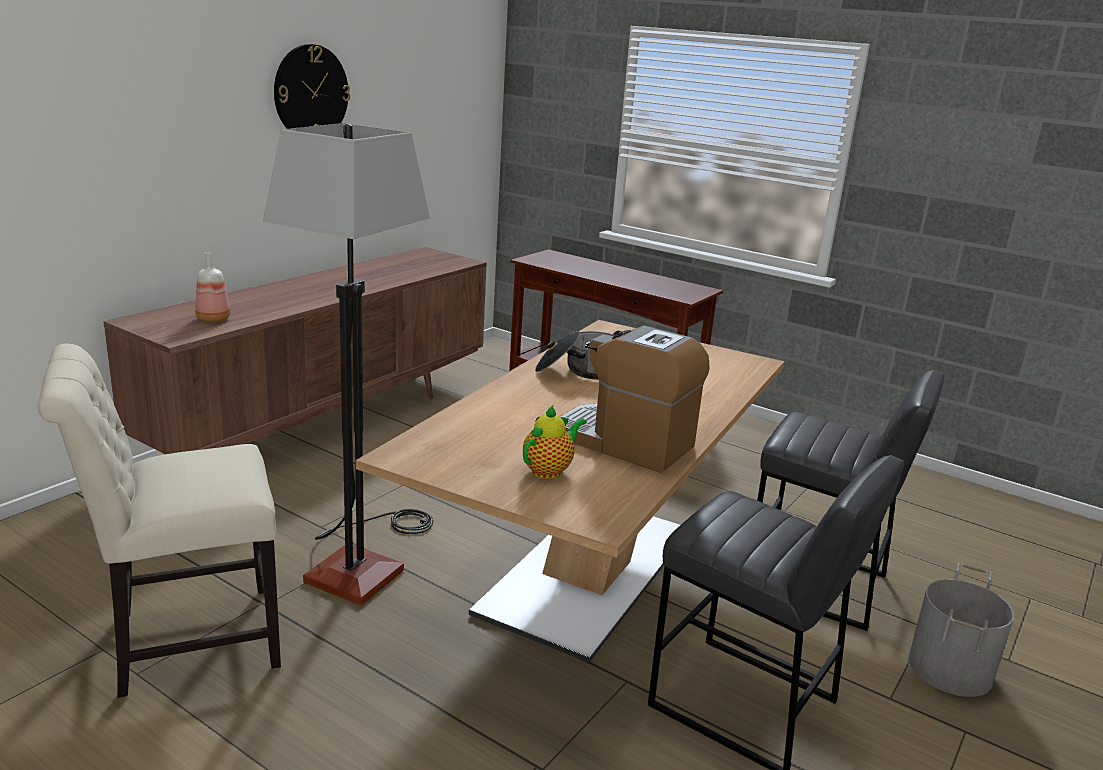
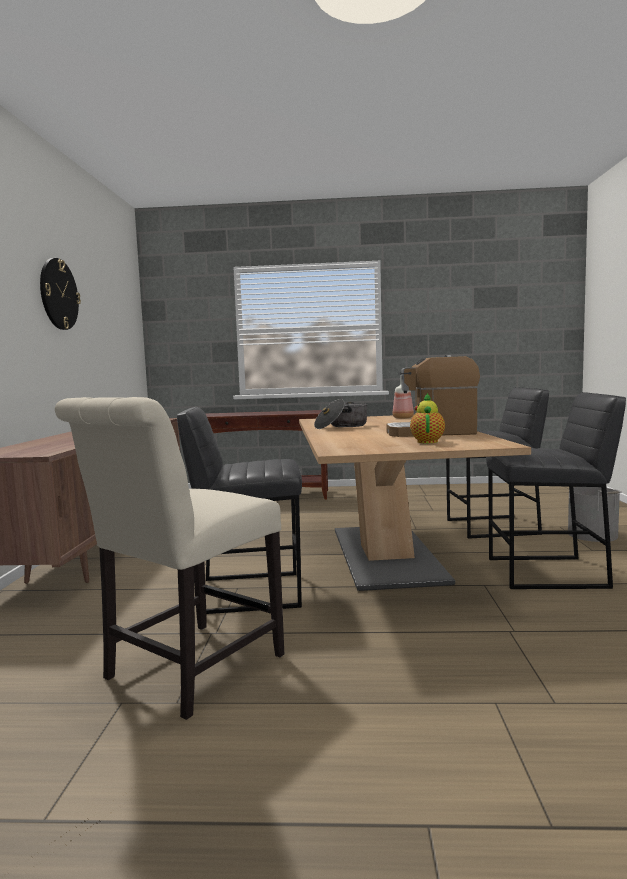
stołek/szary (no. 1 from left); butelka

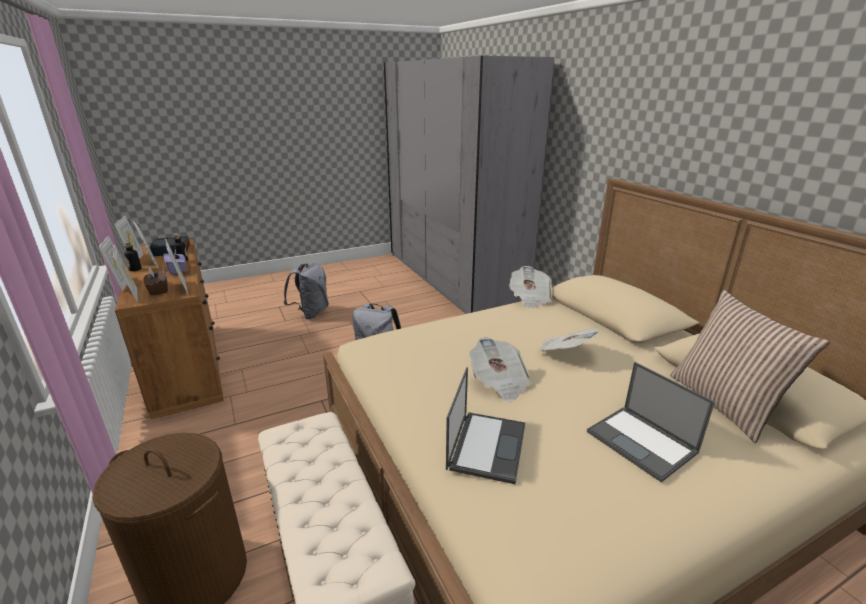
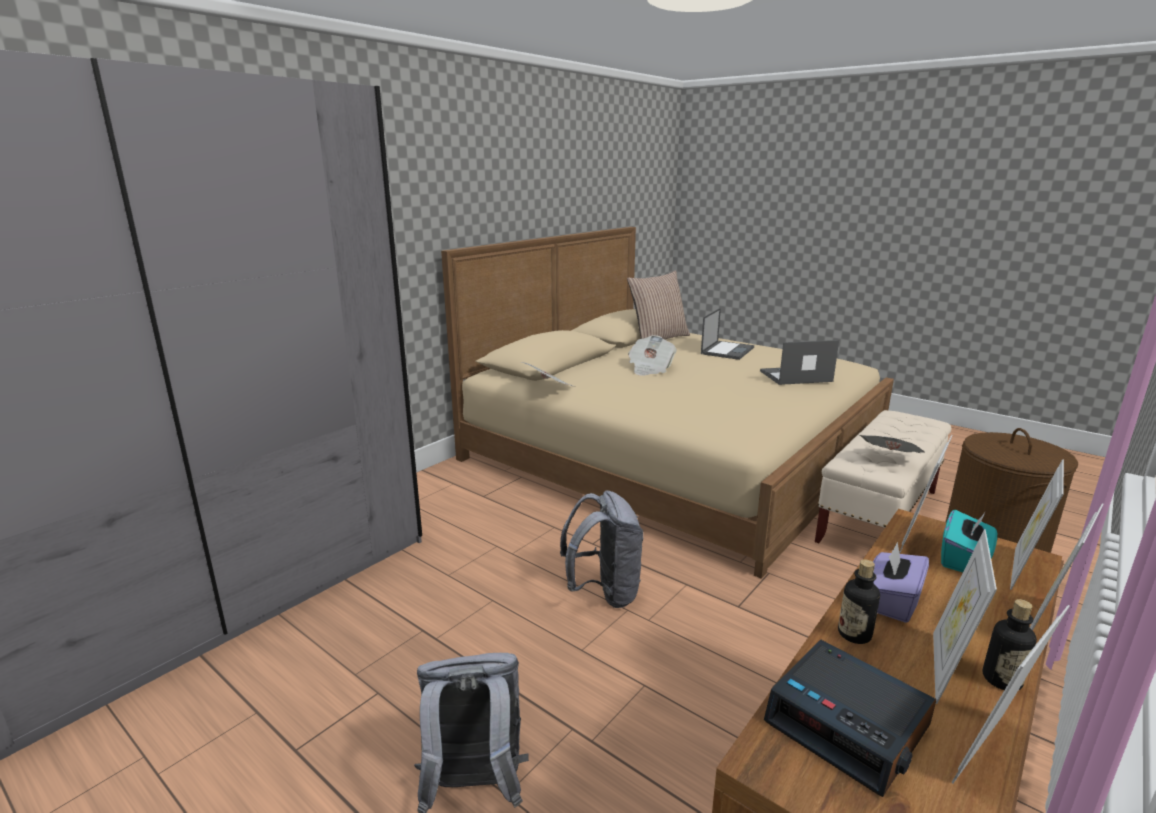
pudełko chusteczek/turkusowy; gazeta (no. 3 from left)

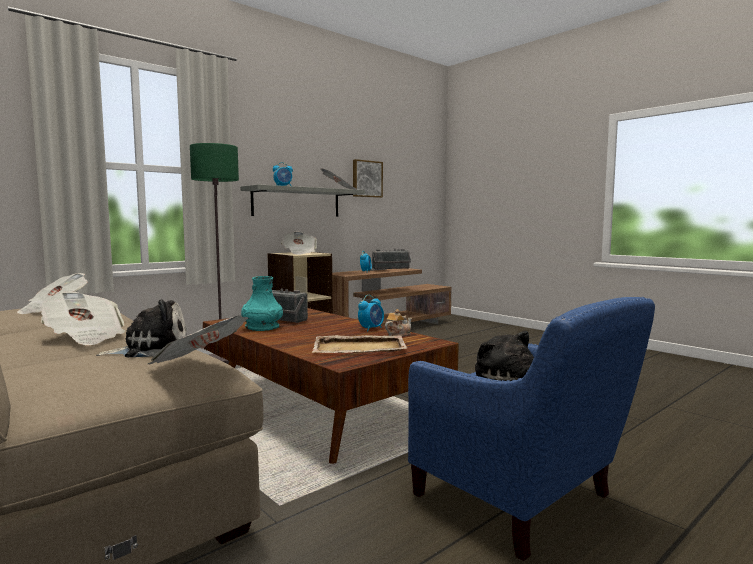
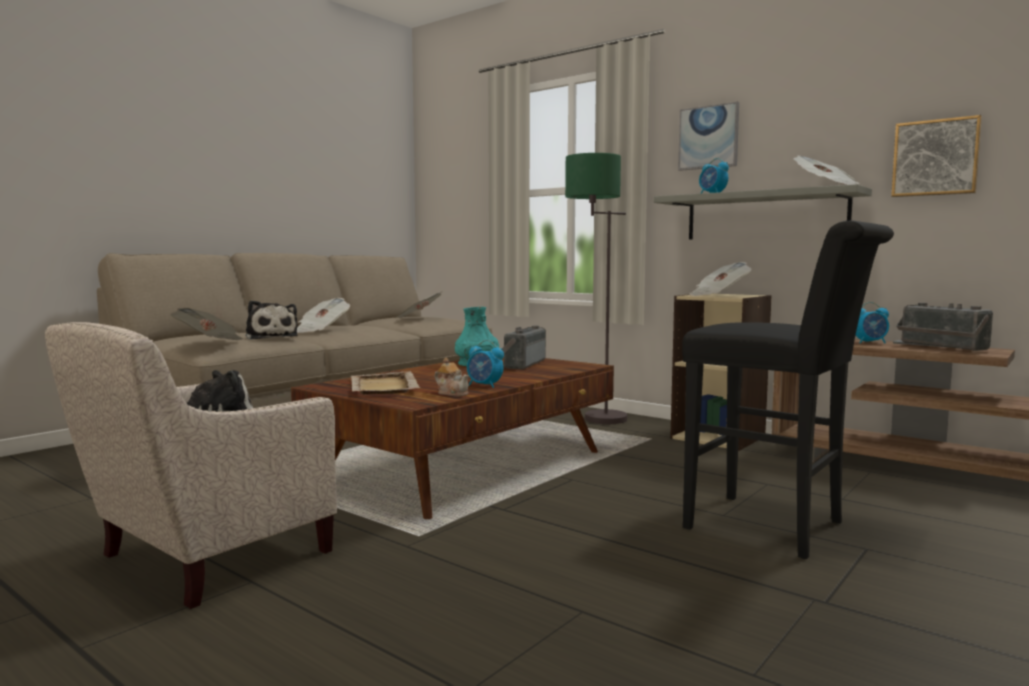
fotel/beżowy; obraz (no. 1 from left); stołek/czarny

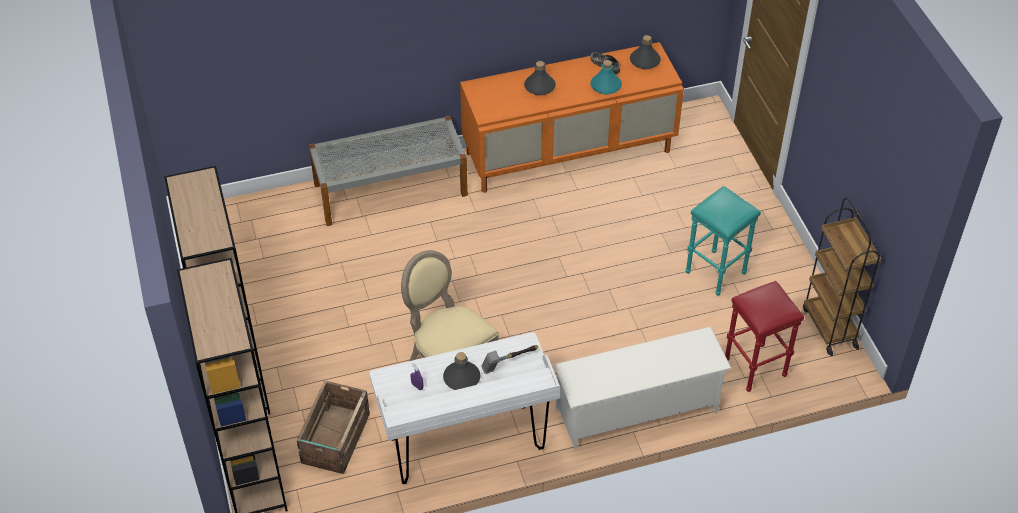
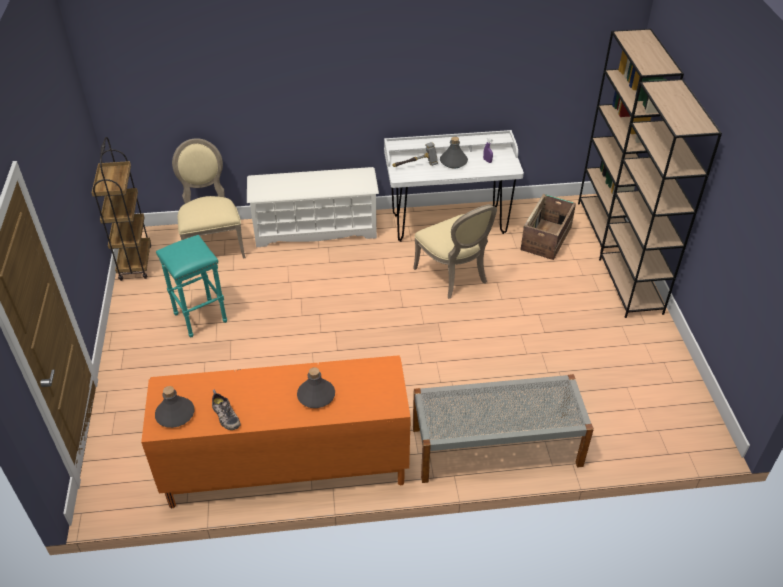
butelka/turkusowy; krzesło/beżowy (no. 1 from left)

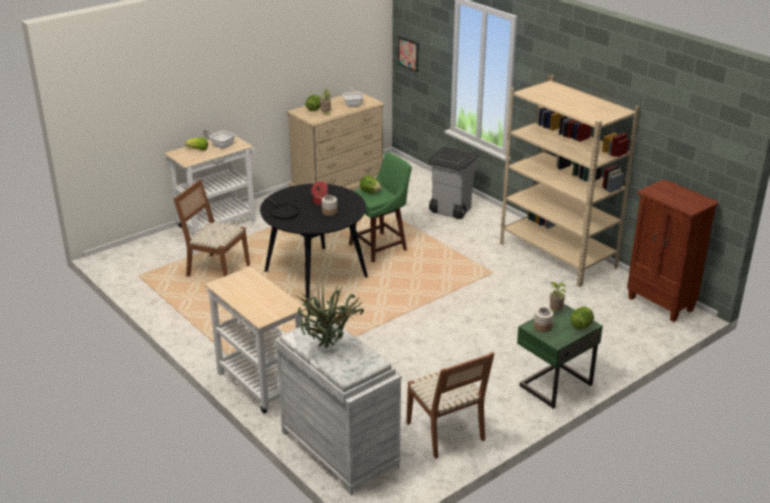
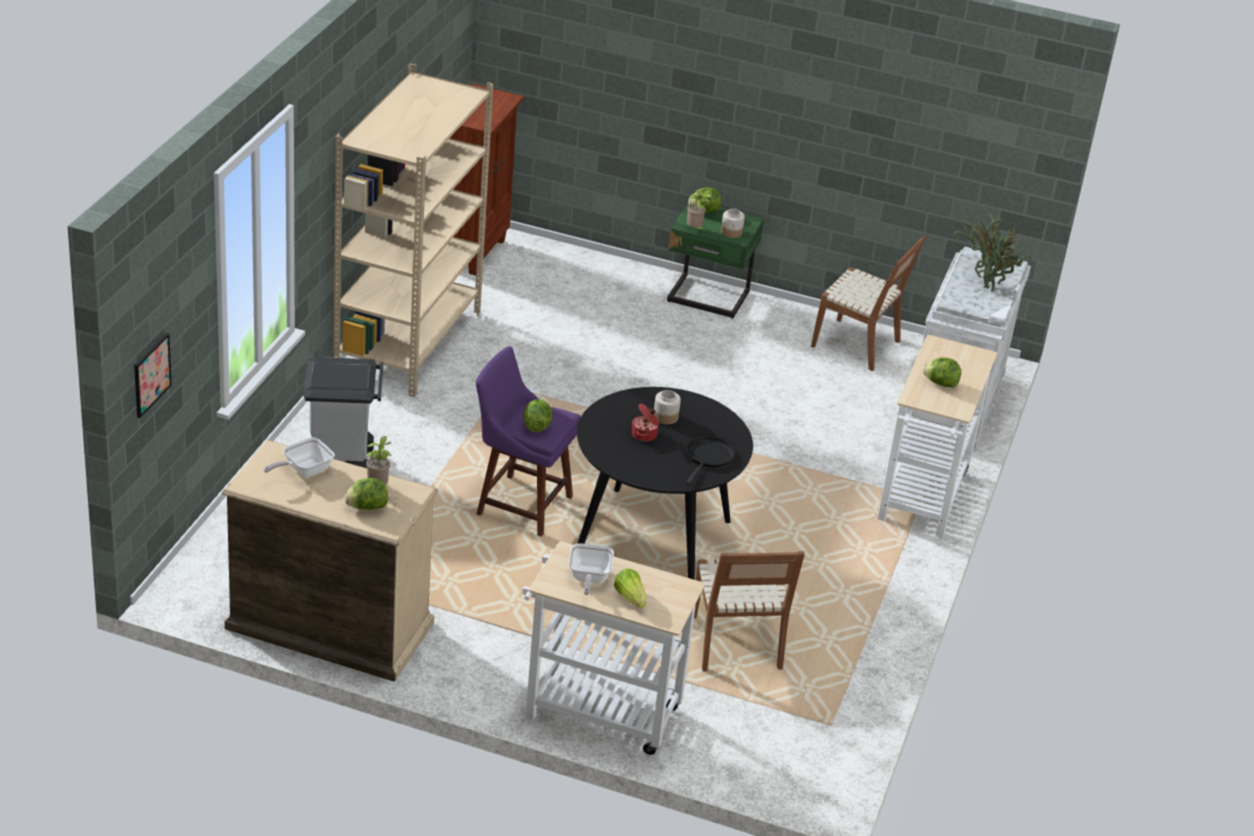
stołek/fioletowy; krzesło (no. 2 from left); sałata (no. 5 from left)

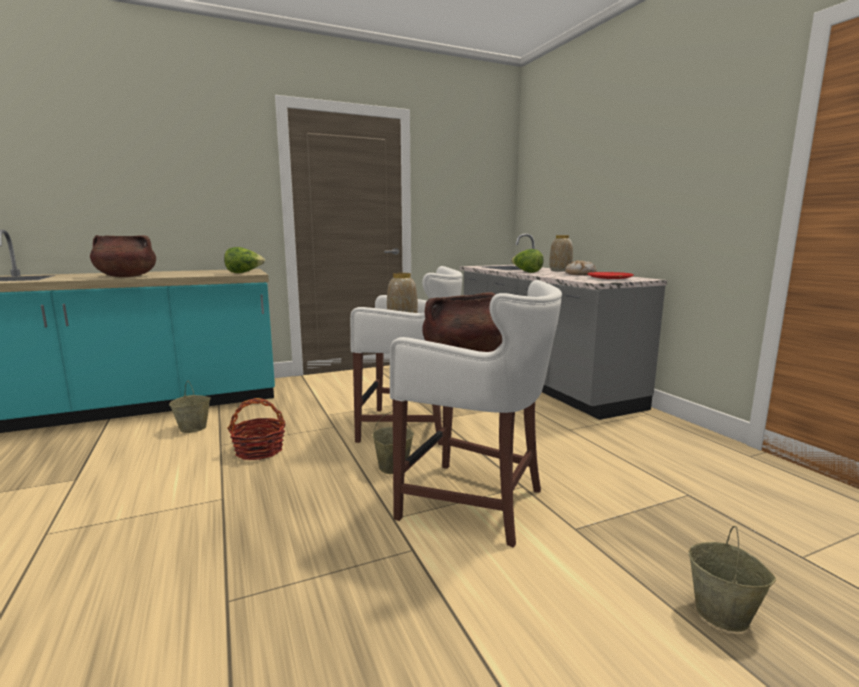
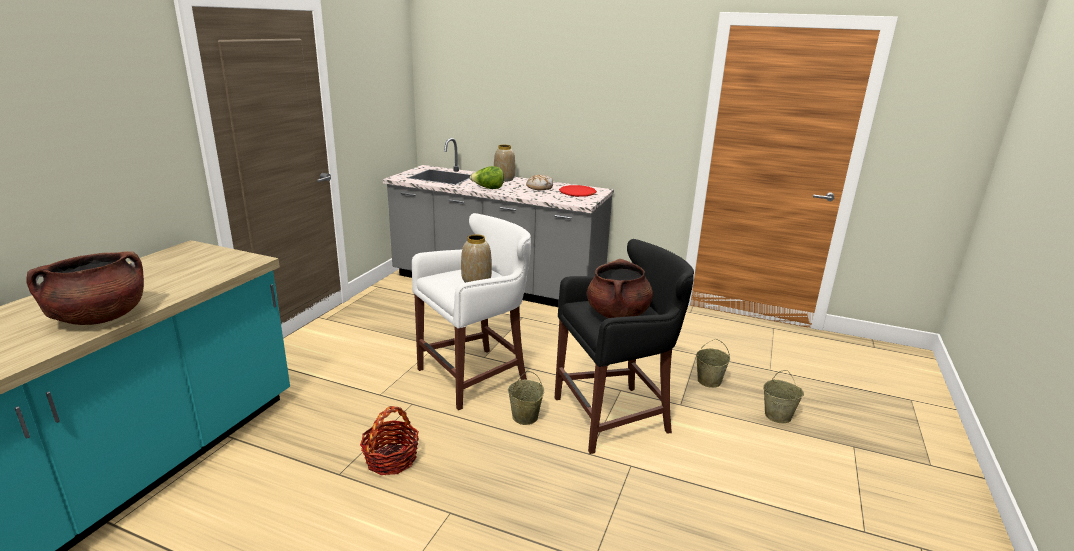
sałata (no. 1 from left in the first image); stołek/czarny; wiadro/beżowy (no. 2 from left)

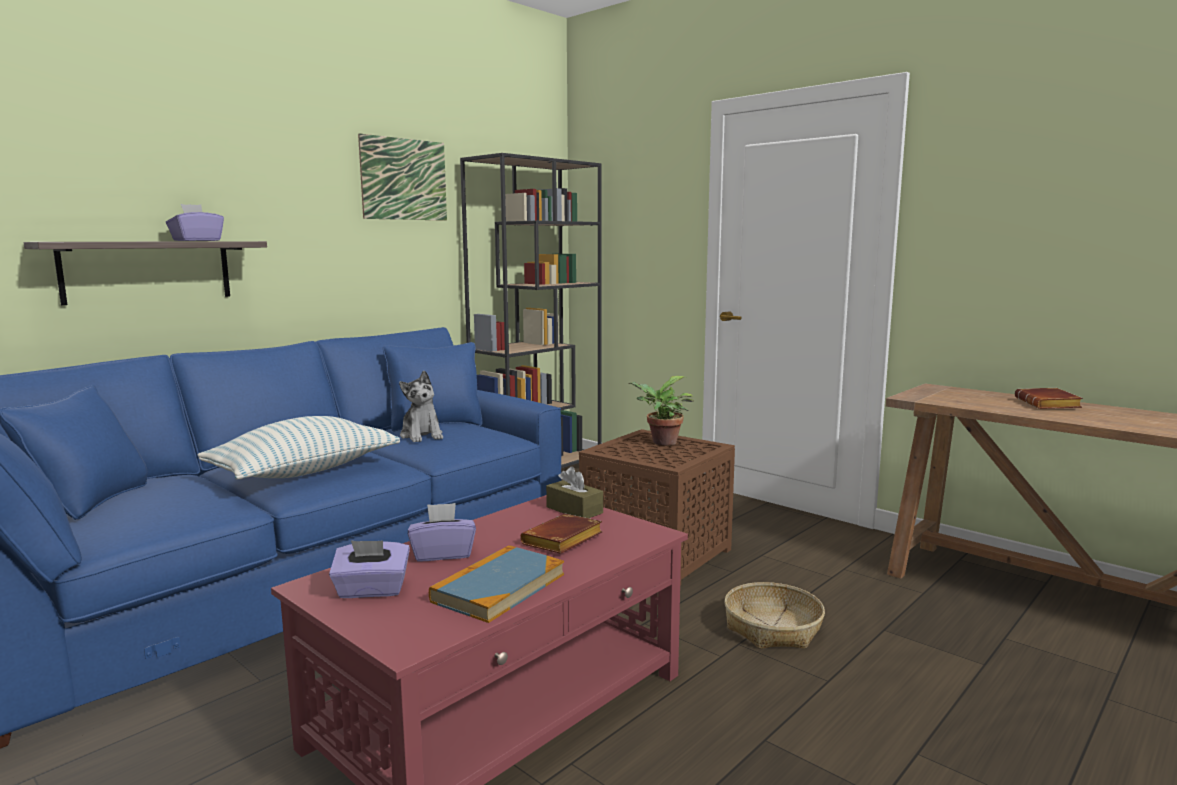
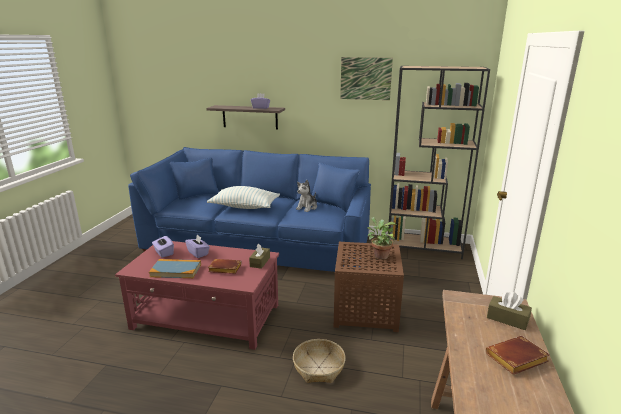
pudełko chusteczek/brązowy (no. 2 from left)

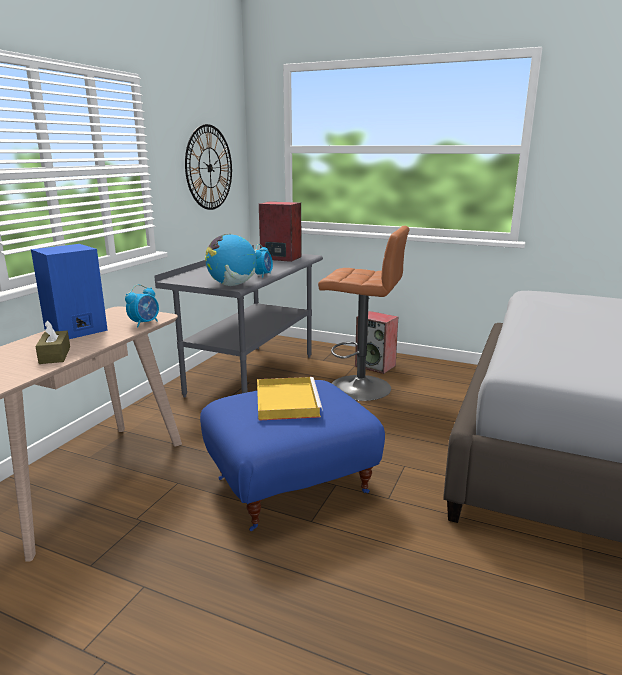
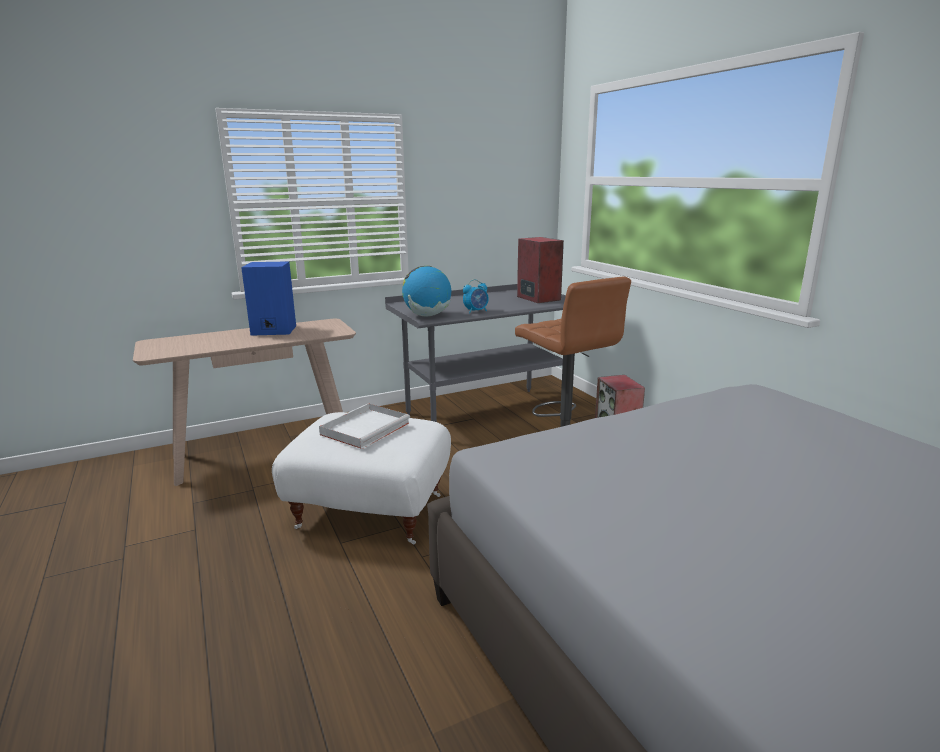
zegar ścienny; budzik (no. 1 from left in the first image); pudełko chusteczek/brązowy; taca/biały; pufa/biały

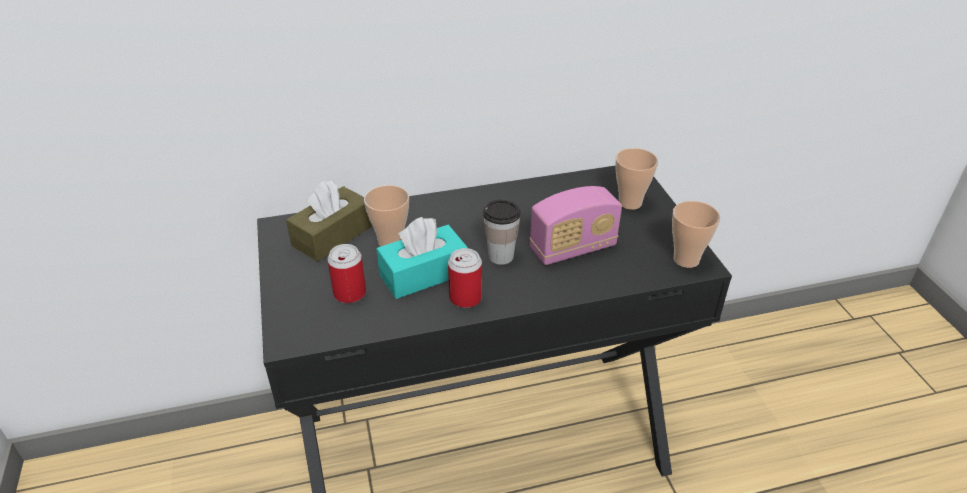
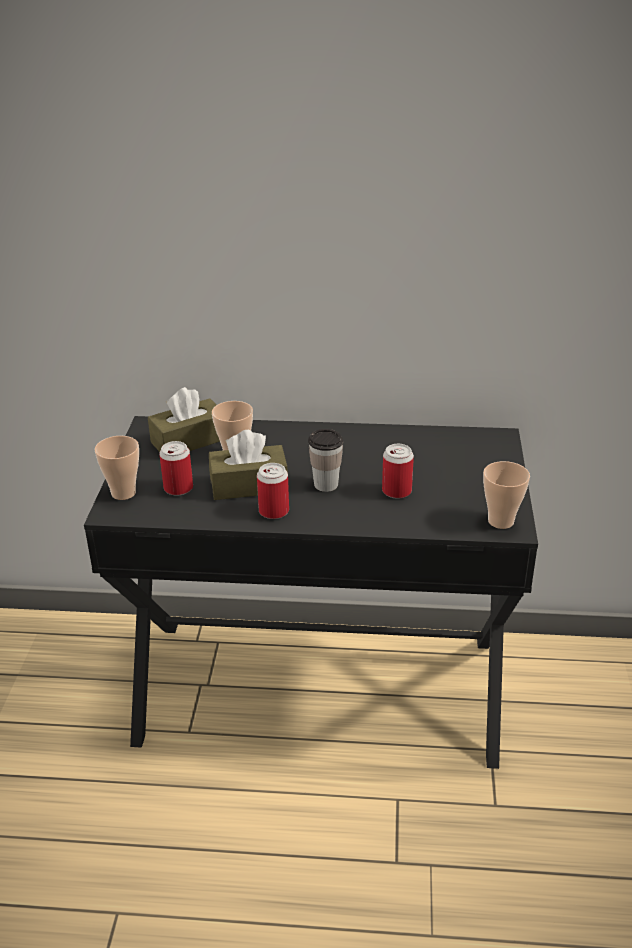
filiżanka (no. 1 from left); puszka (no. 3 from left); pudełko chusteczek/brązowy (no. 2 from left)

